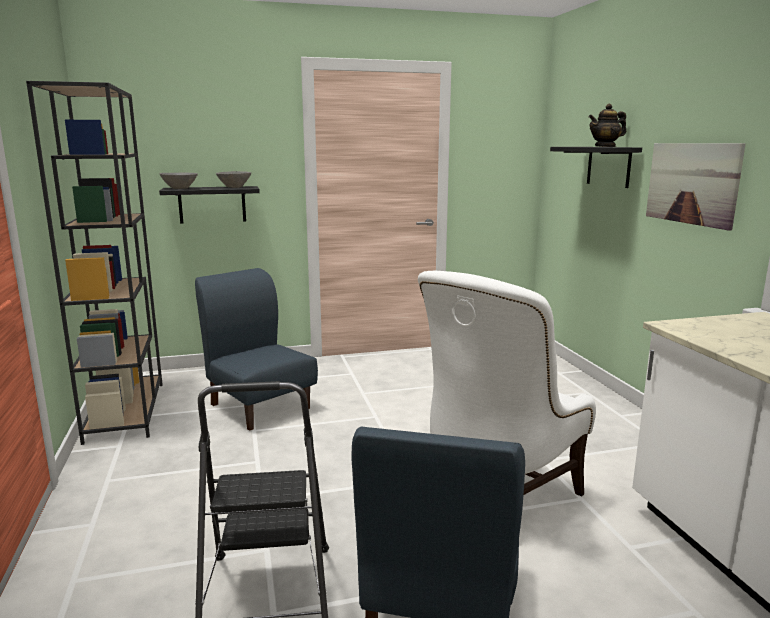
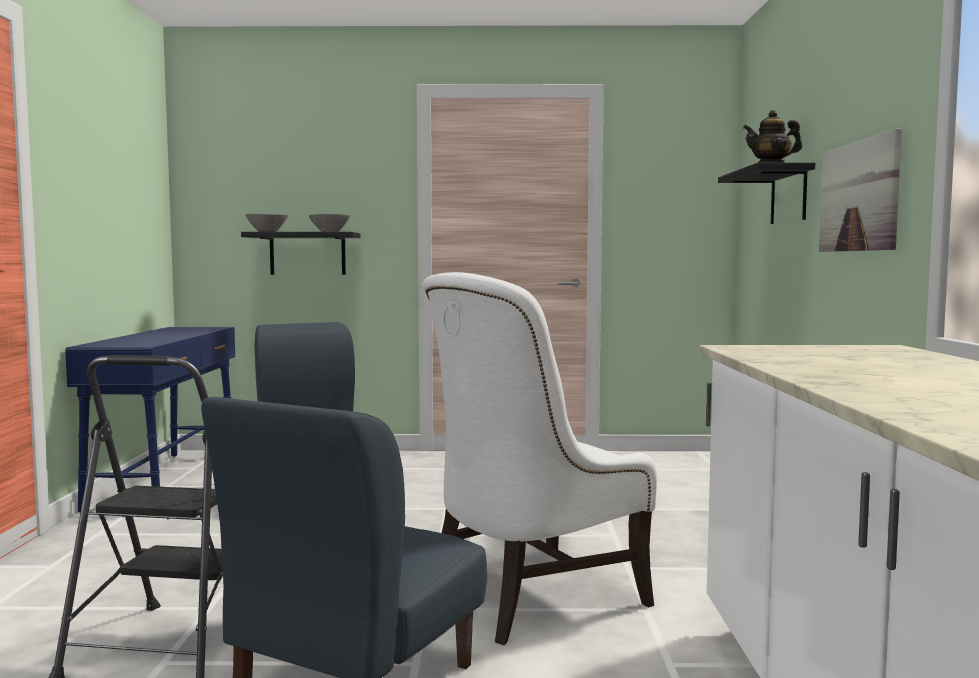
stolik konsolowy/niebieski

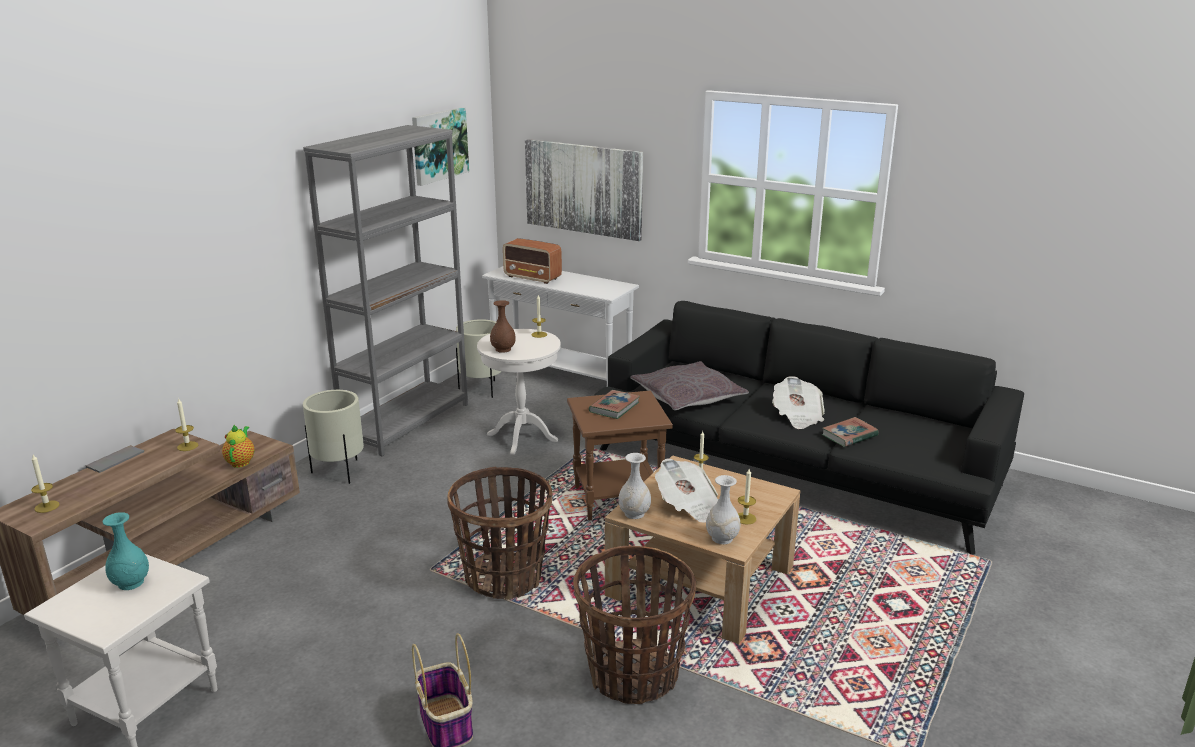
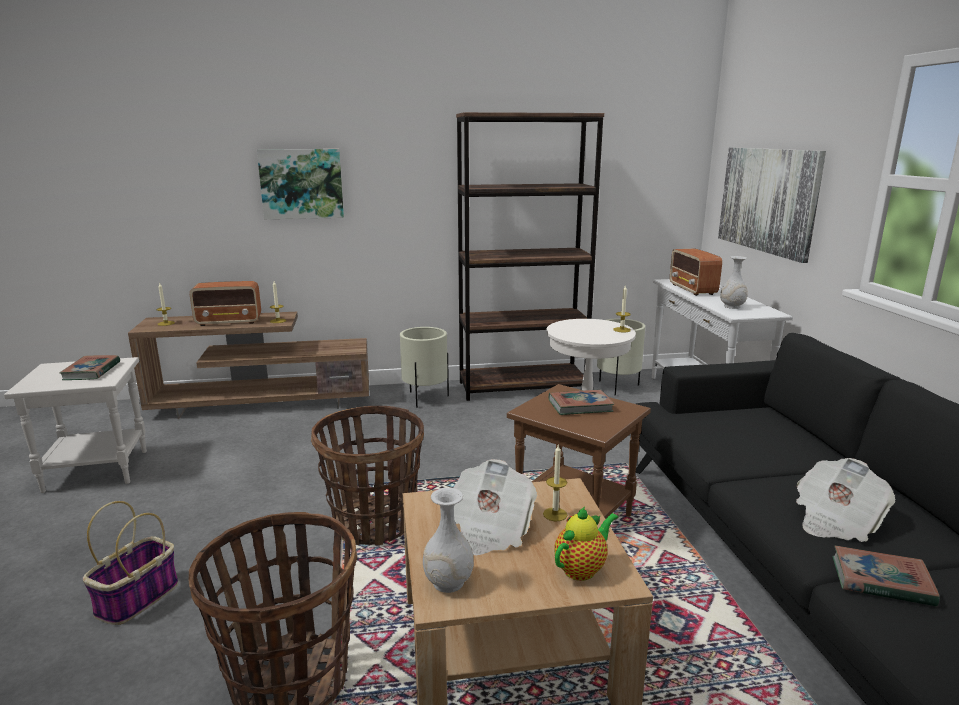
obraz (no. 1 from left); regał/brązowy; wazon/brązowy; poduszka/szary; imbryk; wazon/biały (no. 2 from left); świeca (no. 5 from left in the first image); książka (no. 1 from left); radio (no. 1 from left)

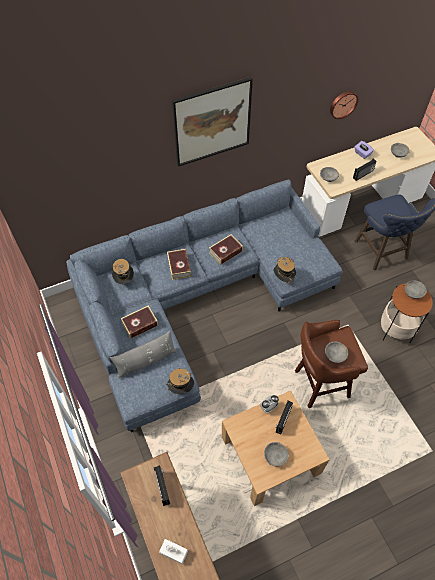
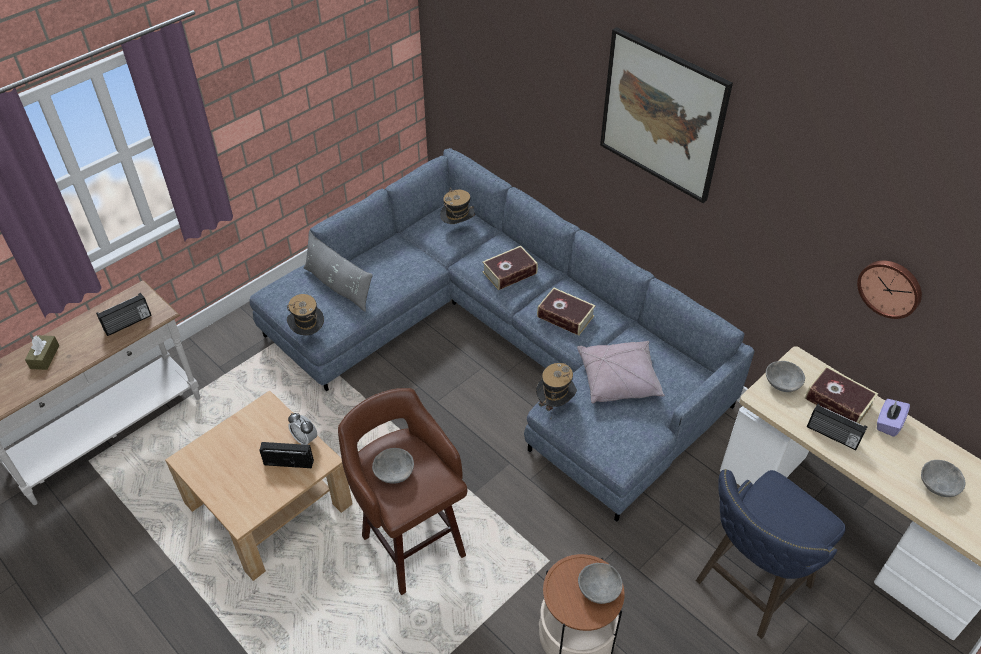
książka (no. 3 from left); miska/szary (no. 1 from left in the first image); pudełko chusteczek/brązowy; poduszka/fioletowy

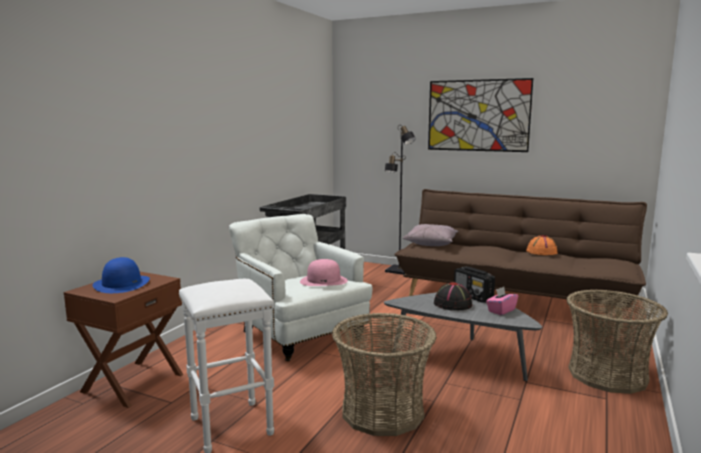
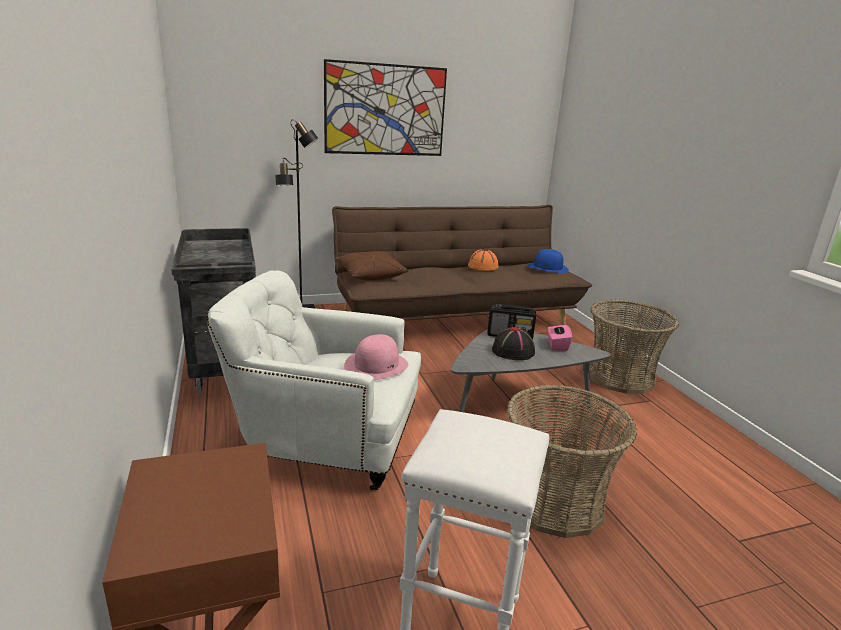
poduszka/brązowy; kapelusz/niebieski

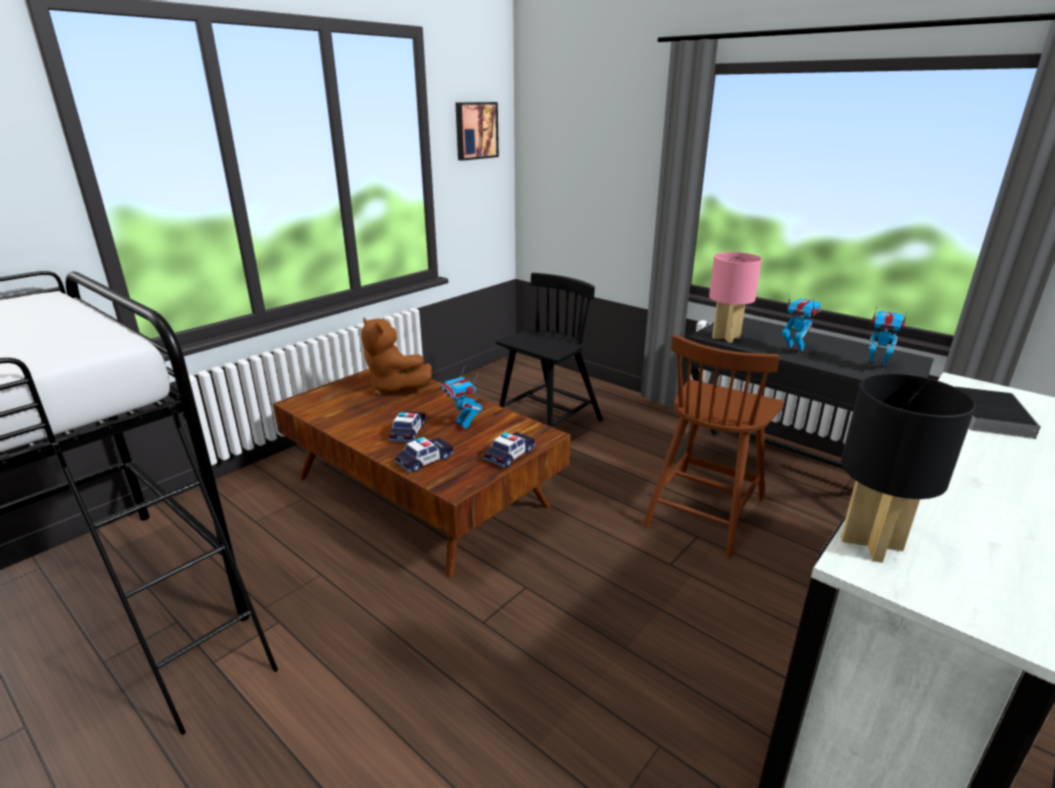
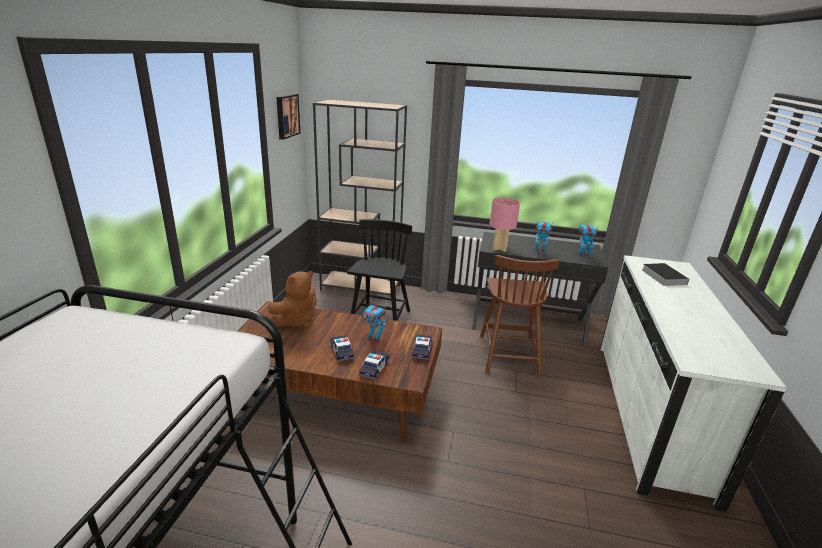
pluszak/brązowy; lampa stołowa/czarny; regał

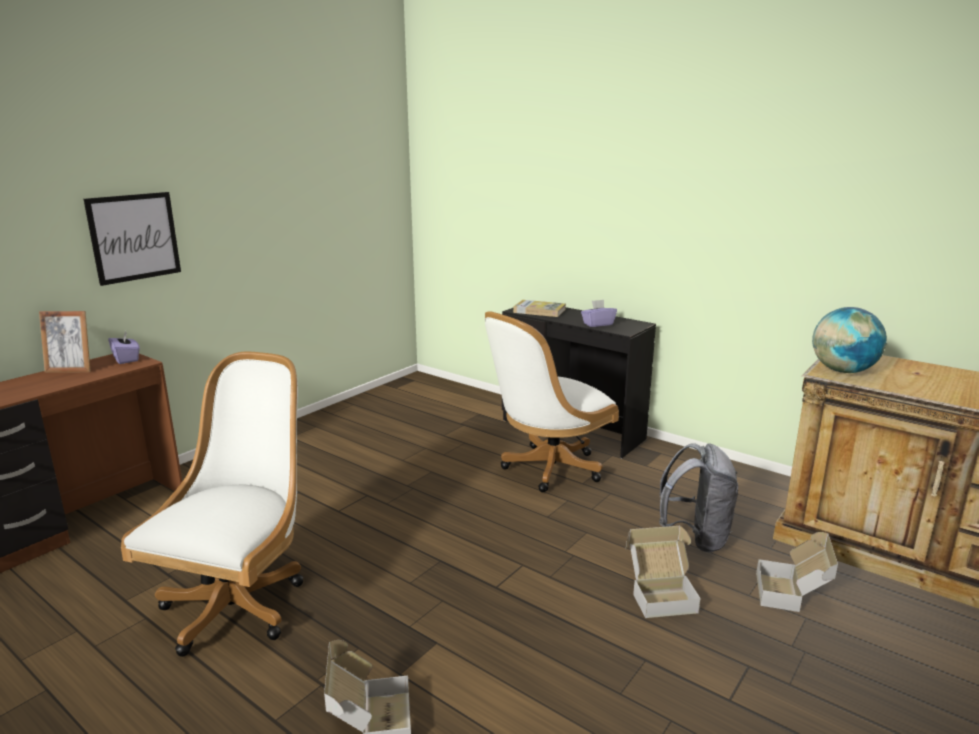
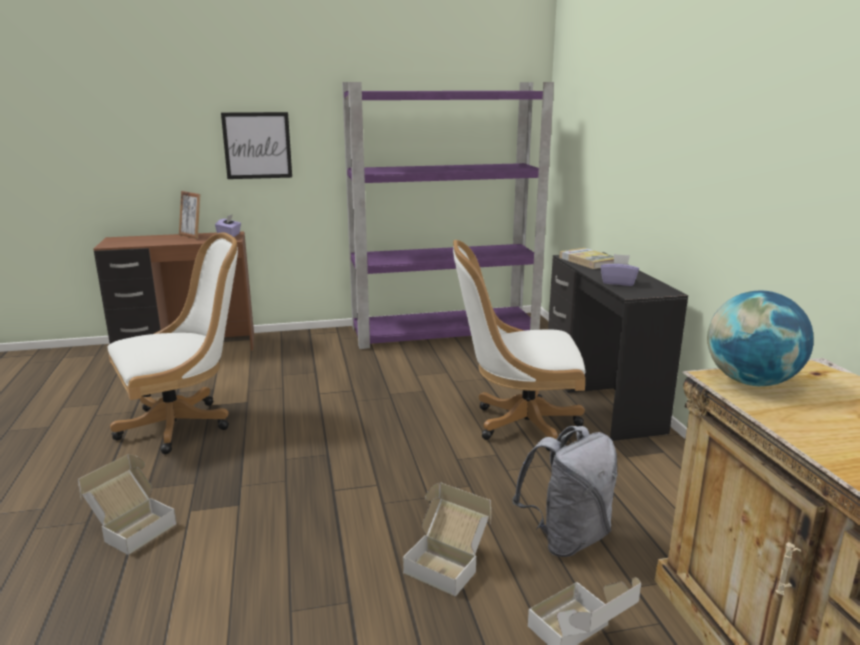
regał/fioletowy

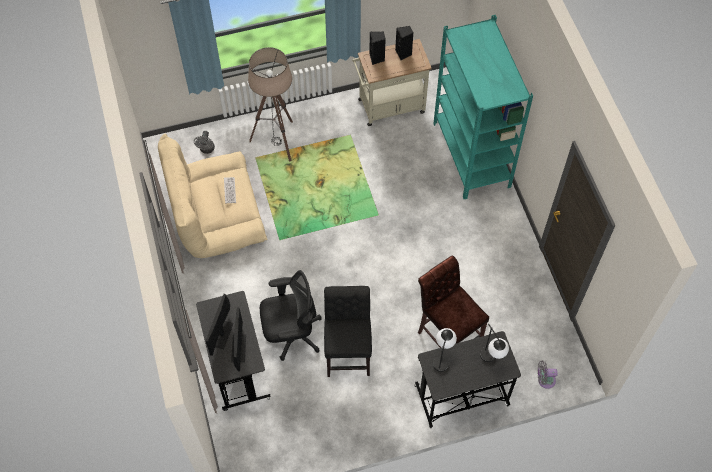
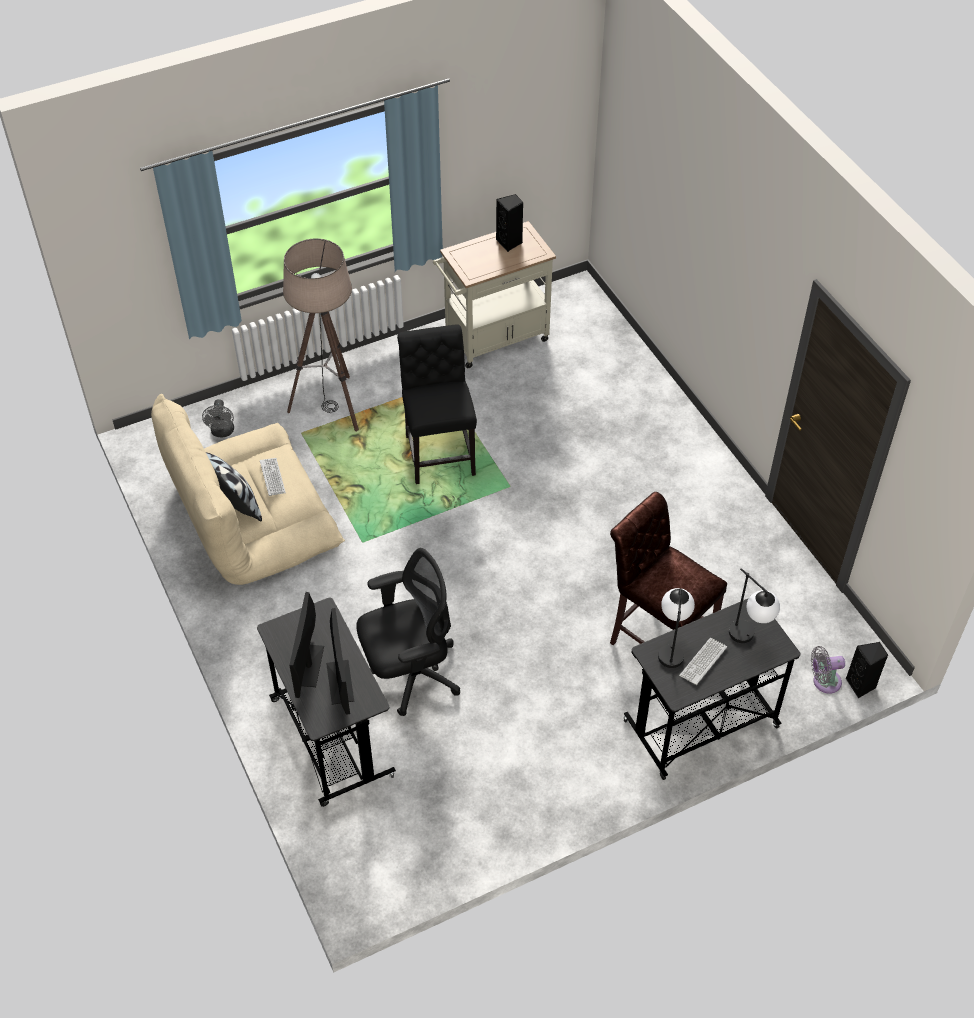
regał/turkusowy; głośnik/czarny (no. 2 from left); krzesło/czarny; poduszka; klawiatura (no. 2 from left)

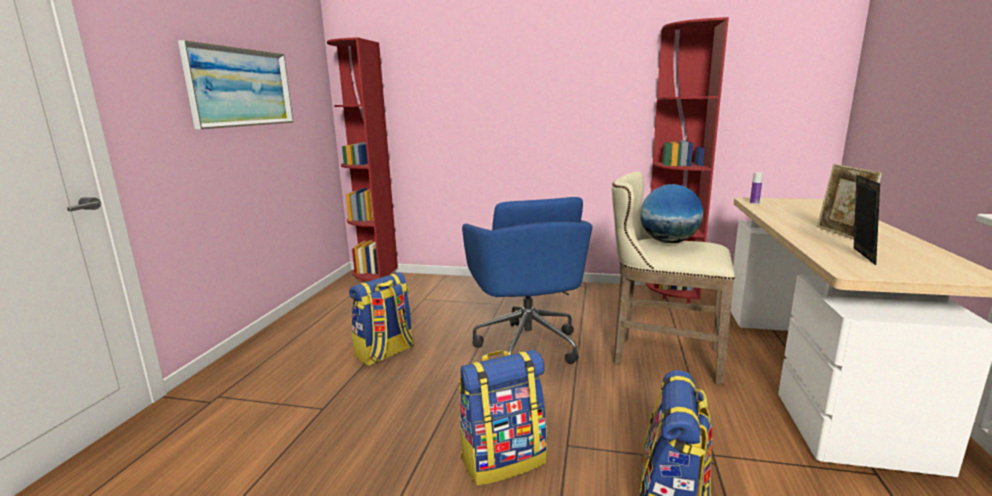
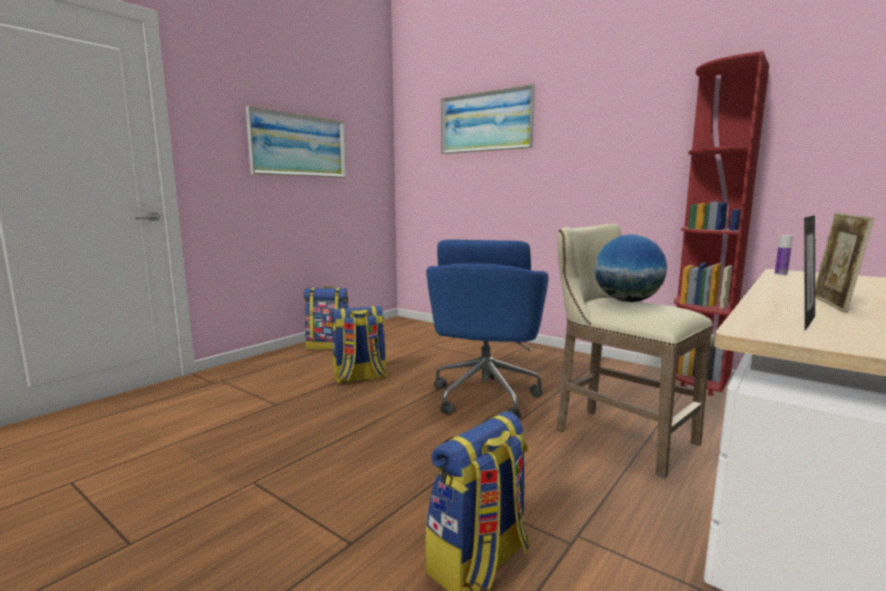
regał/czerwony (no. 1 from left in the first image); plecak (no. 1 from left); obraz (no. 2 from left)

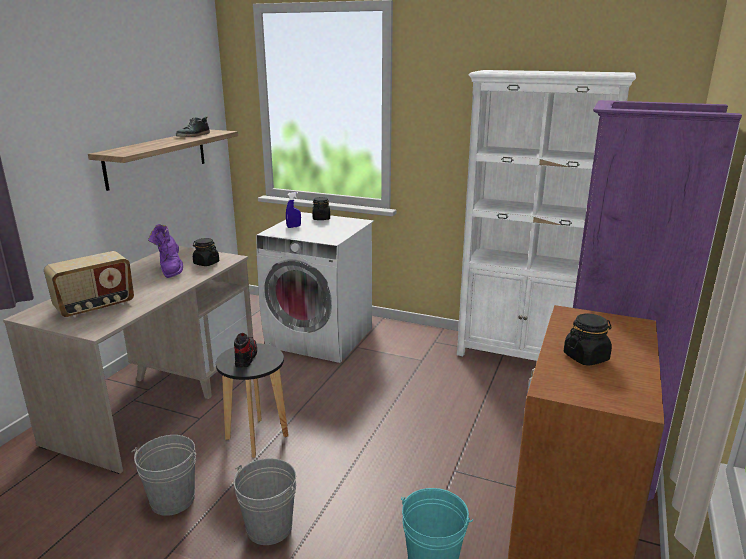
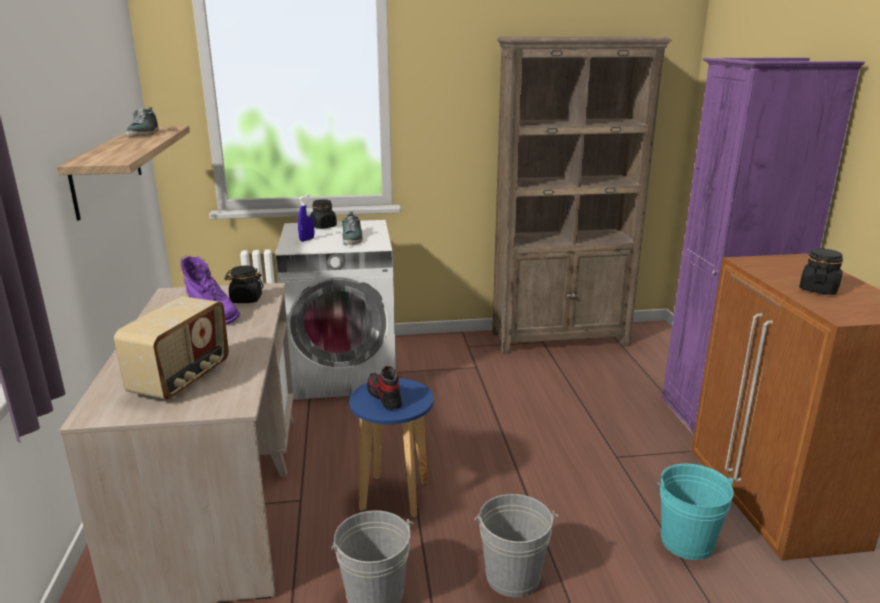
regał/brązowy; stołek/niebieski; but (no. 2 from left)

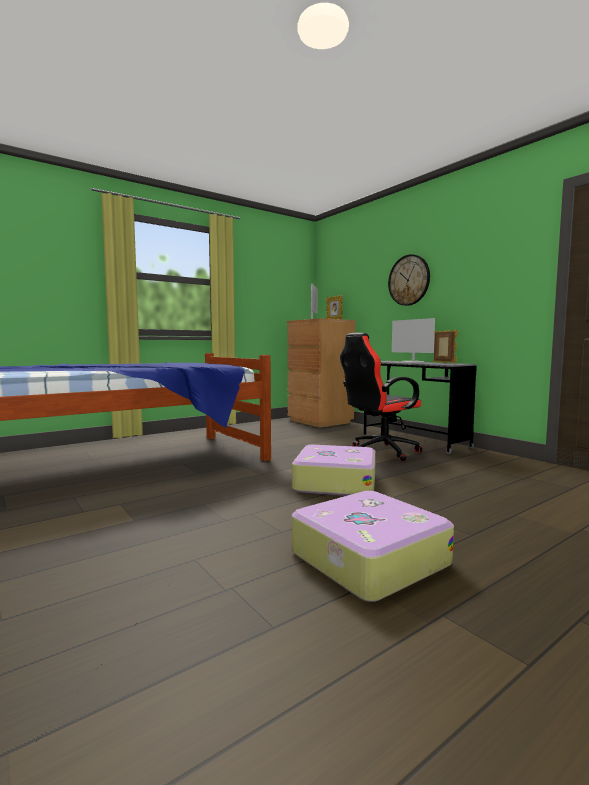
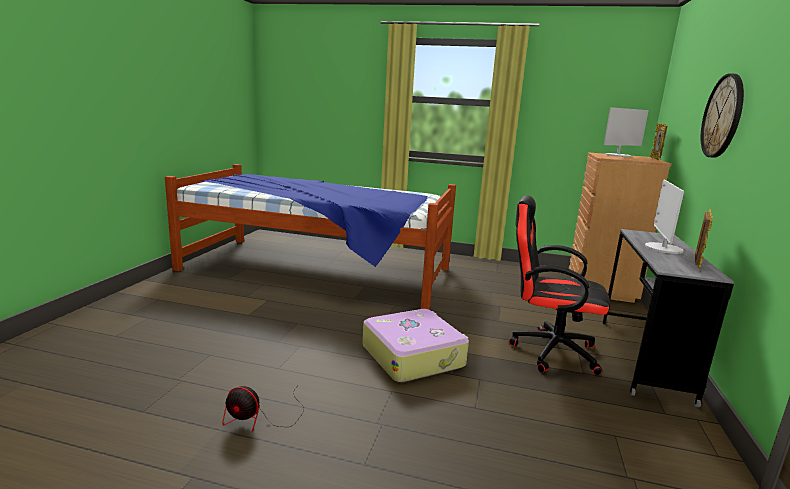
wentylator

